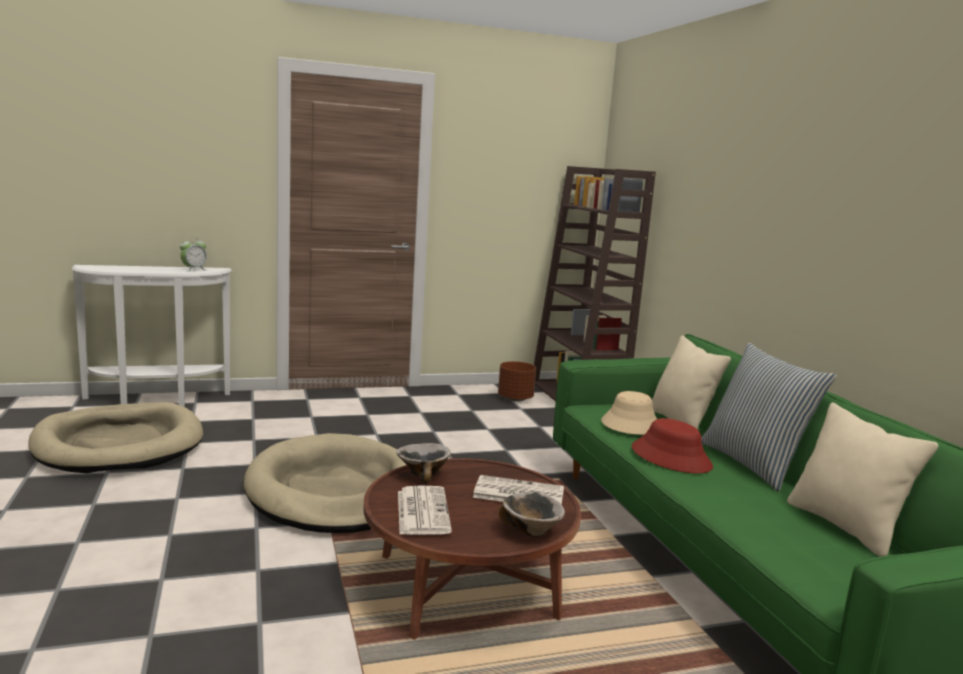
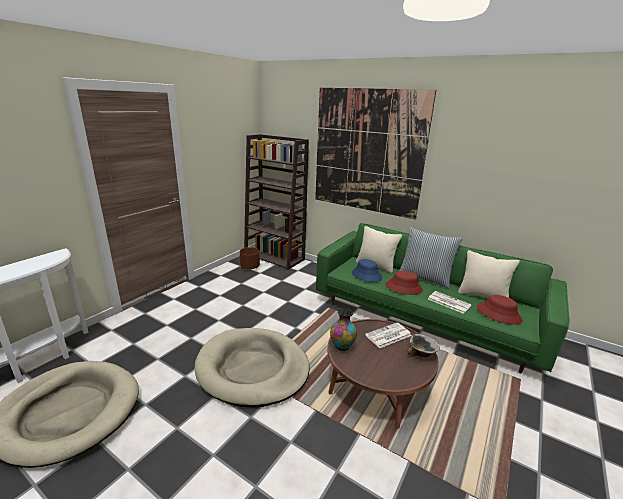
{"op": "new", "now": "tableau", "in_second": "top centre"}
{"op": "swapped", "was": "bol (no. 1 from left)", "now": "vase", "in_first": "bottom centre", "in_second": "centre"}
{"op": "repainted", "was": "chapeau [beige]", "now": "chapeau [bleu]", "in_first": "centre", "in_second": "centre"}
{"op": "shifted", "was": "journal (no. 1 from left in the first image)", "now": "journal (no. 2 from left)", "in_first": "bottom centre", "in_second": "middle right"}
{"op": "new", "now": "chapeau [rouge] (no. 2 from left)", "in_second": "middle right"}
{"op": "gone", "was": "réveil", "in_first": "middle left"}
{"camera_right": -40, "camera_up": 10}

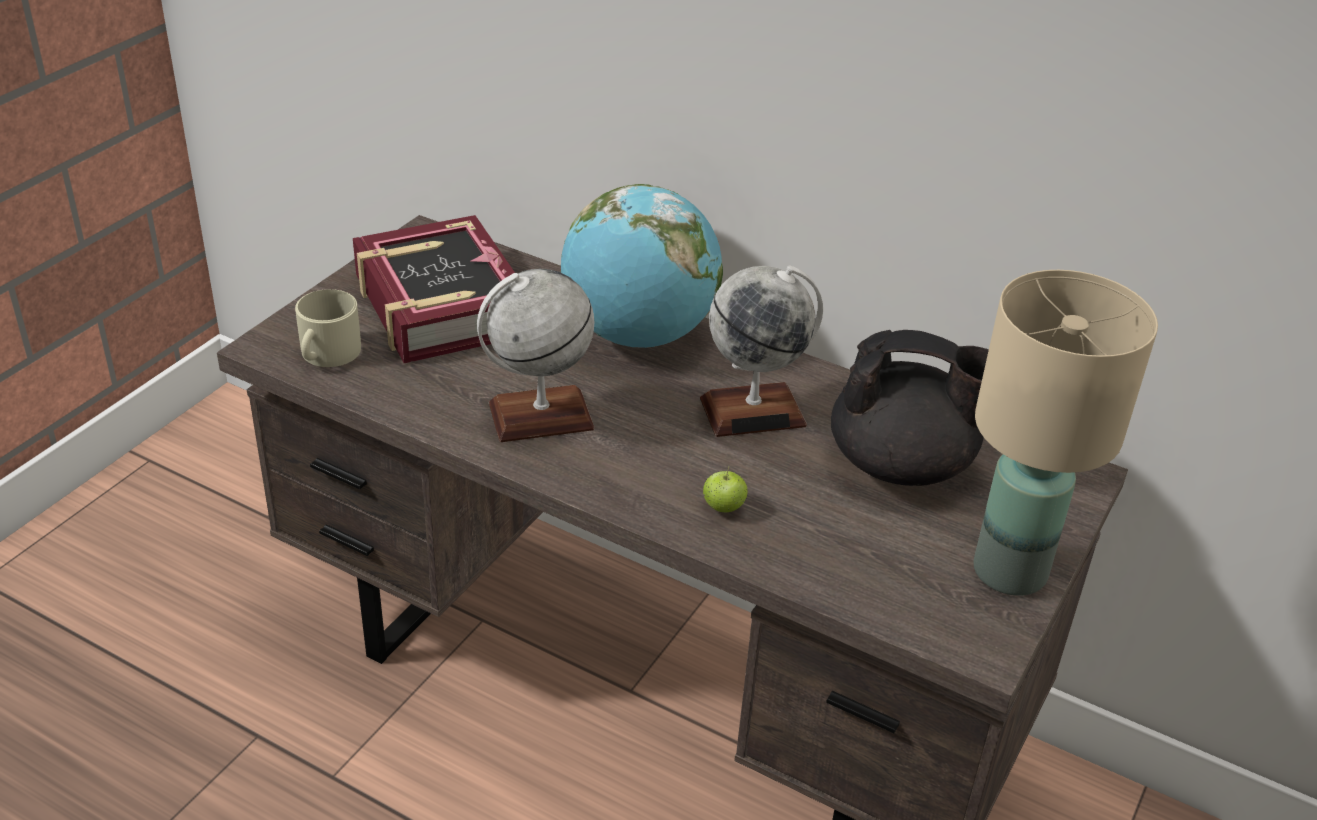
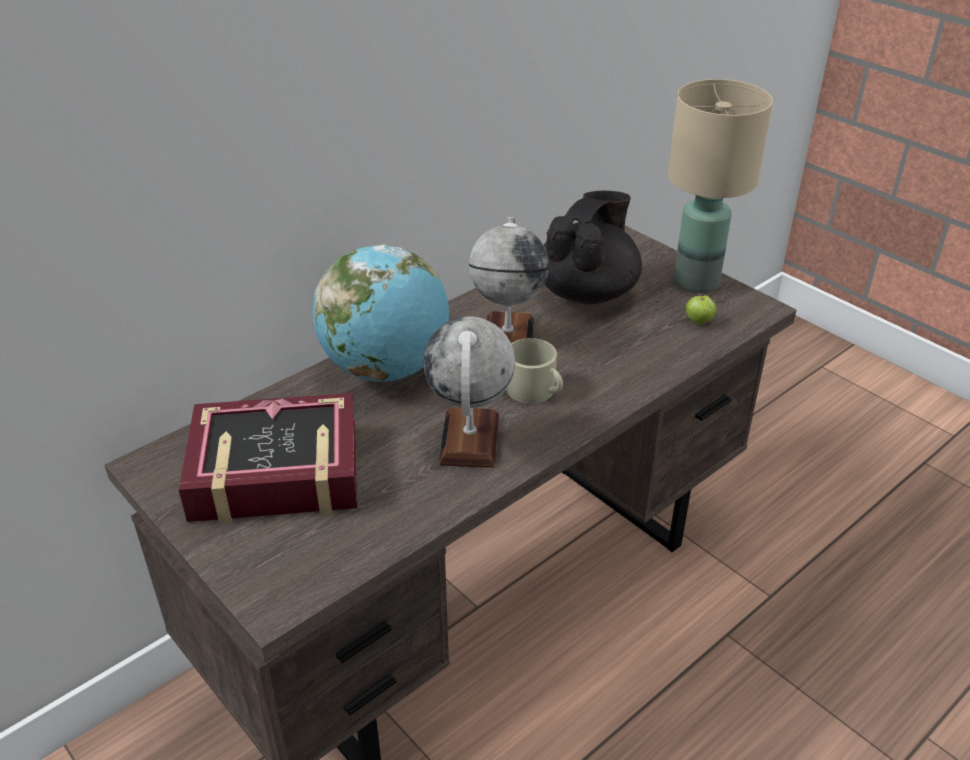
{"op": "shifted", "was": "mug [beige]", "in_first": "middle left", "in_second": "centre"}
{"op": "shifted", "was": "pomme", "in_first": "centre", "in_second": "middle right"}
{"camera_right": -70, "camera_up": 0}

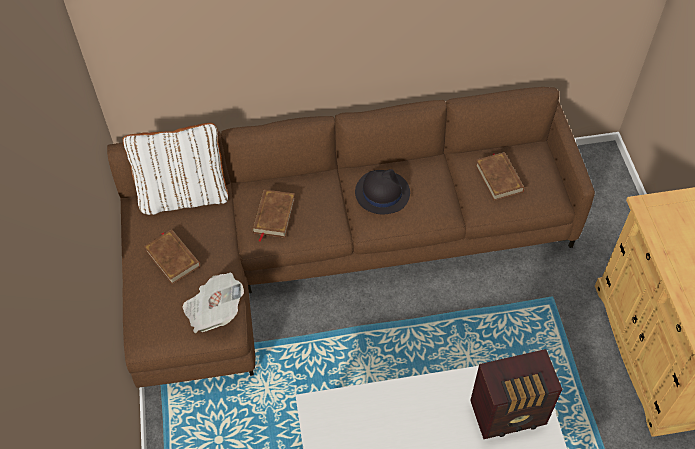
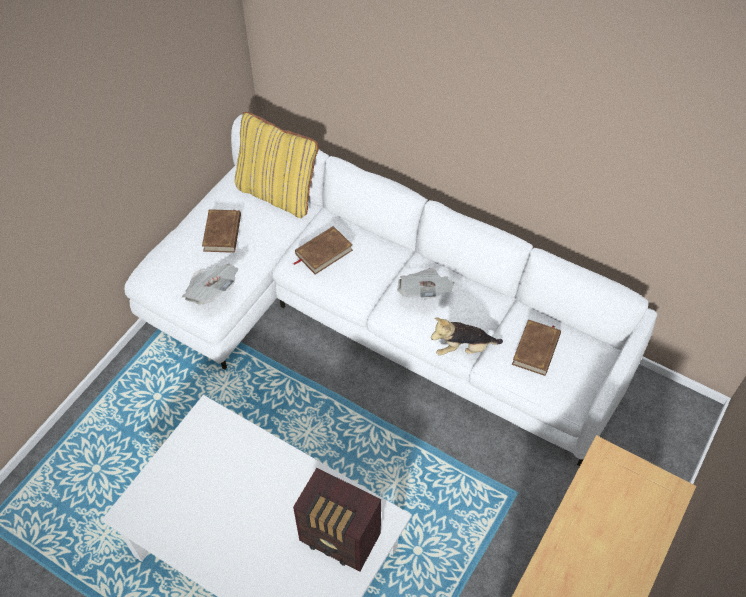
{"op": "repainted", "was": "canapé [marron]", "now": "canapé [blanc]", "in_first": "centre", "in_second": "centre"}
{"op": "repainted", "was": "coussin [blanc]", "now": "coussin [jaune]", "in_first": "middle left", "in_second": "top centre"}
{"op": "swapped", "was": "chapeau [noir]", "now": "journal (no. 2 from left)", "in_first": "centre", "in_second": "centre"}
{"op": "new", "now": "peluche", "in_second": "centre"}
{"camera_right": 40, "camera_up": 0}

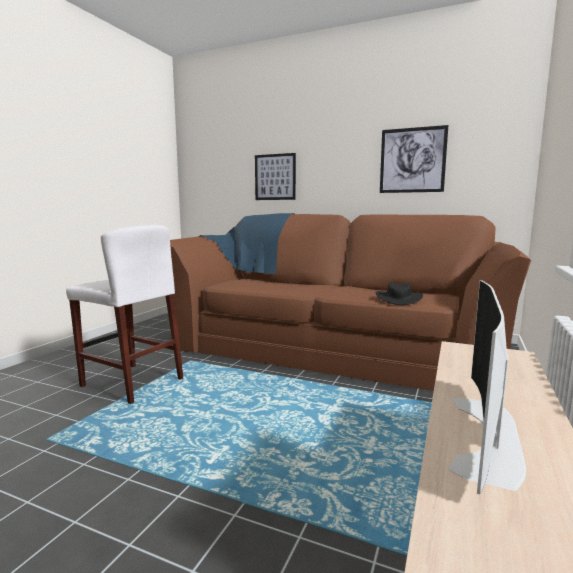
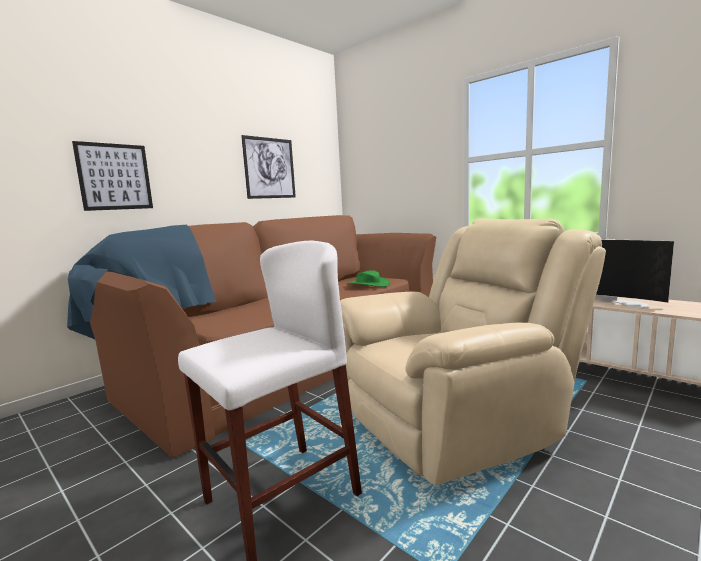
{"op": "new", "now": "fauteuil [beige]", "in_second": "middle right"}
{"op": "repainted", "was": "chapeau [noir]", "now": "chapeau [vert]", "in_first": "middle right", "in_second": "centre"}
{"camera_right": -70, "camera_up": 0}

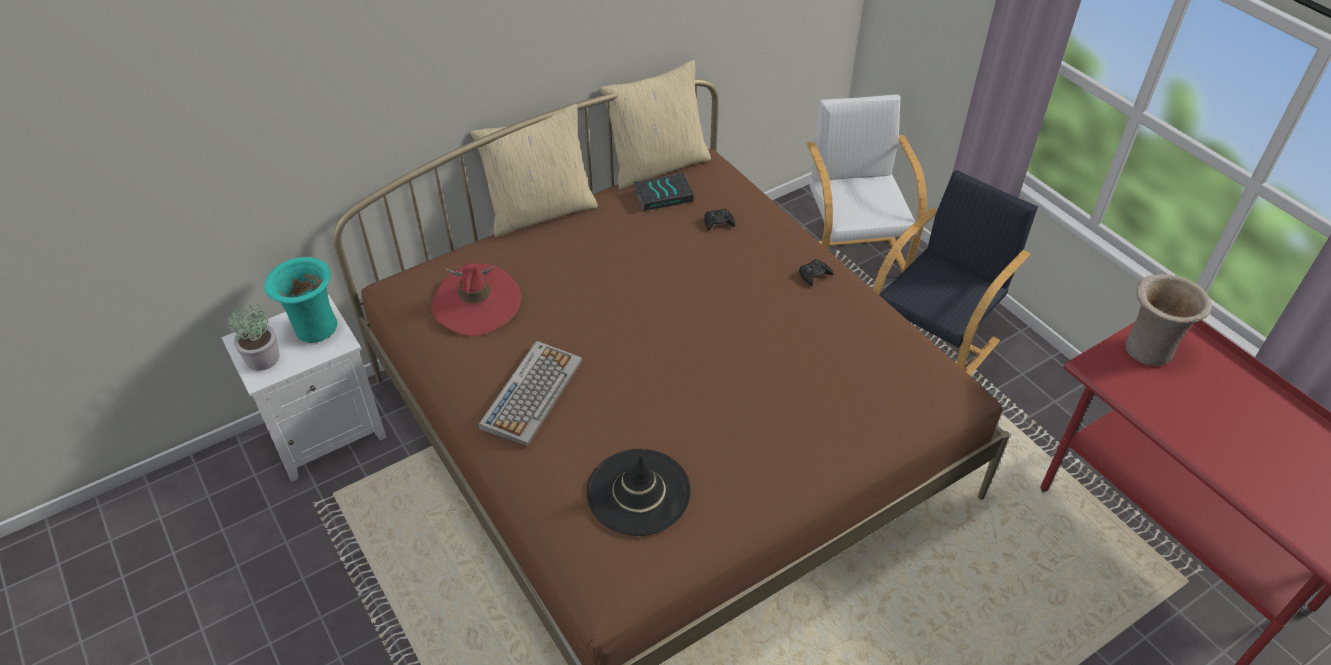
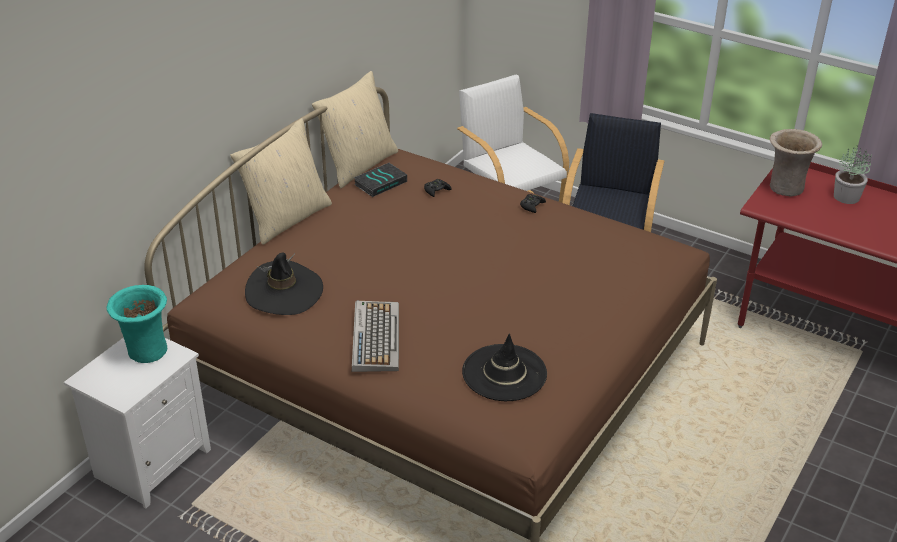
{"op": "repainted", "was": "chapeau [rouge]", "now": "chapeau [noir] (no. 1 from left)", "in_first": "centre", "in_second": "middle left"}
{"op": "shifted", "was": "plante en pot", "in_first": "middle left", "in_second": "top right"}
{"camera_right": -25, "camera_up": -10}

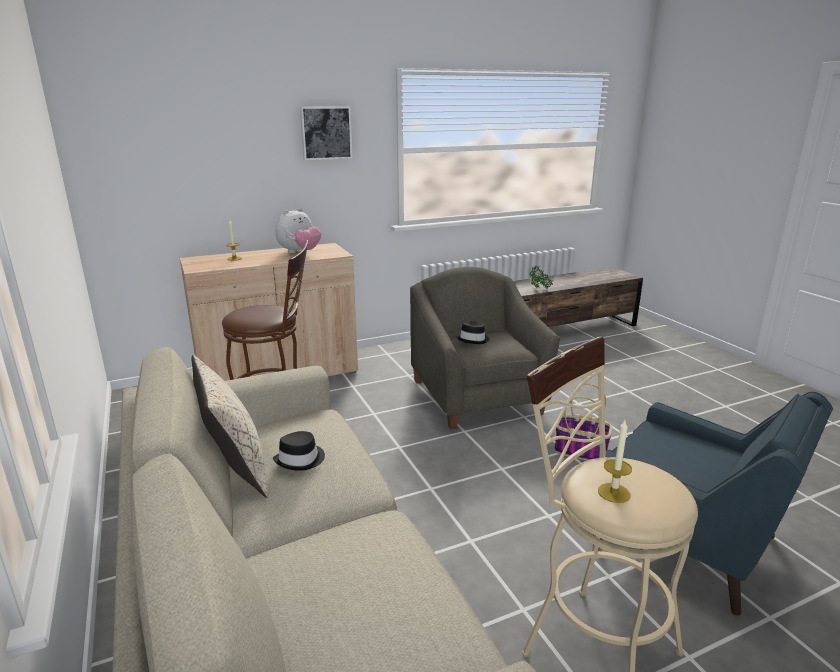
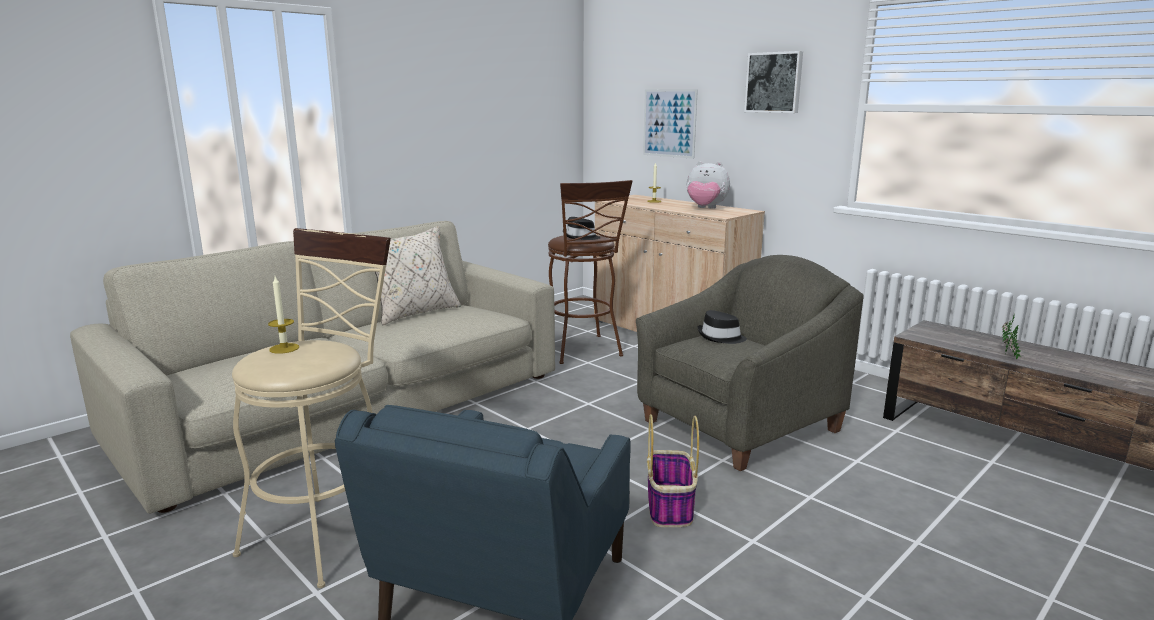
{"op": "shifted", "was": "chapeau [noir] (no. 1 from left)", "in_first": "bottom centre", "in_second": "centre"}
{"op": "new", "now": "tableau (no. 1 from left)", "in_second": "top centre"}
{"camera_right": 70, "camera_up": -5}

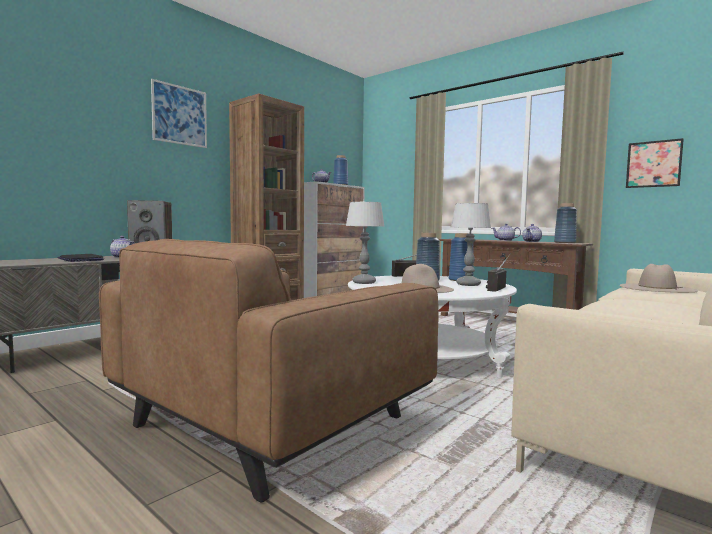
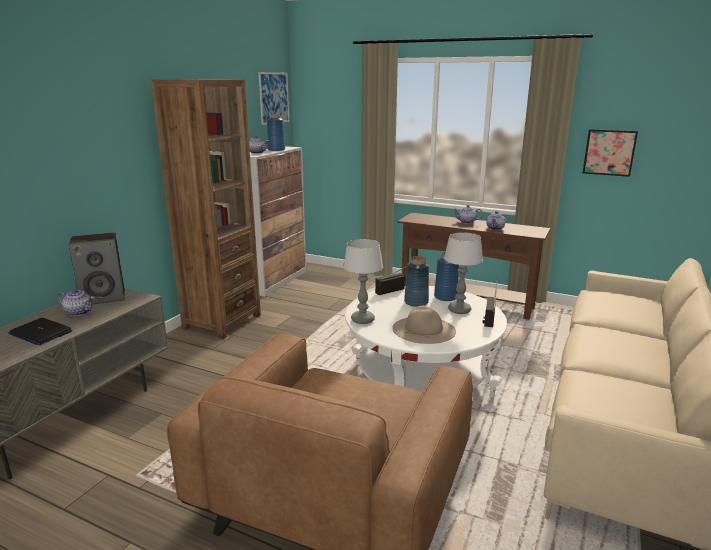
{"op": "shifted", "was": "tableau (no. 1 from left)", "in_first": "top left", "in_second": "top centre"}
{"op": "gone", "was": "vase [bleu] (no. 4 from left)", "in_first": "middle right"}
{"op": "gone", "was": "chapeau [beige] (no. 2 from left)", "in_first": "middle right"}
{"camera_right": -15, "camera_up": 15}

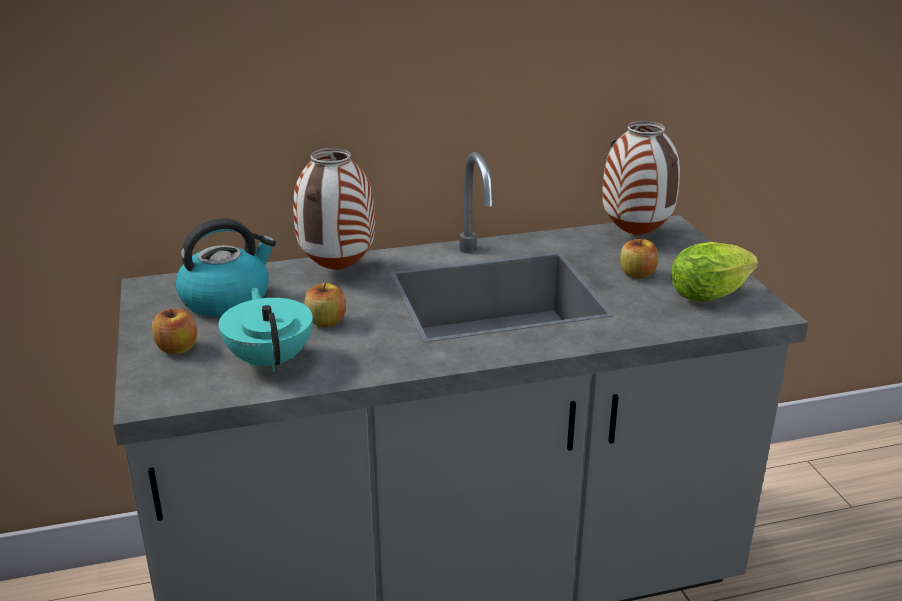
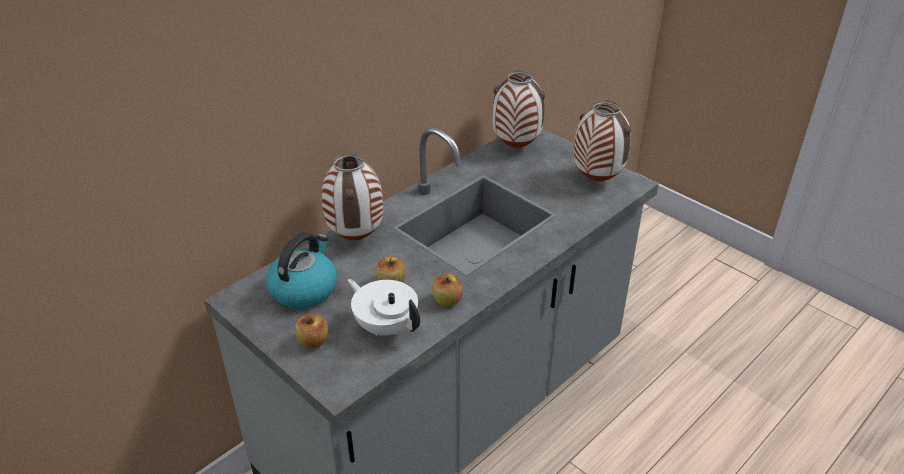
{"op": "repainted", "was": "théière [turquoise]", "now": "théière [blanc]", "in_first": "middle left", "in_second": "centre"}
{"op": "shifted", "was": "pomme (no. 3 from left)", "in_first": "middle right", "in_second": "centre"}
{"op": "swapped", "was": "laitue", "now": "vase (no. 3 from left)", "in_first": "middle right", "in_second": "top centre"}
{"camera_right": -30, "camera_up": 10}

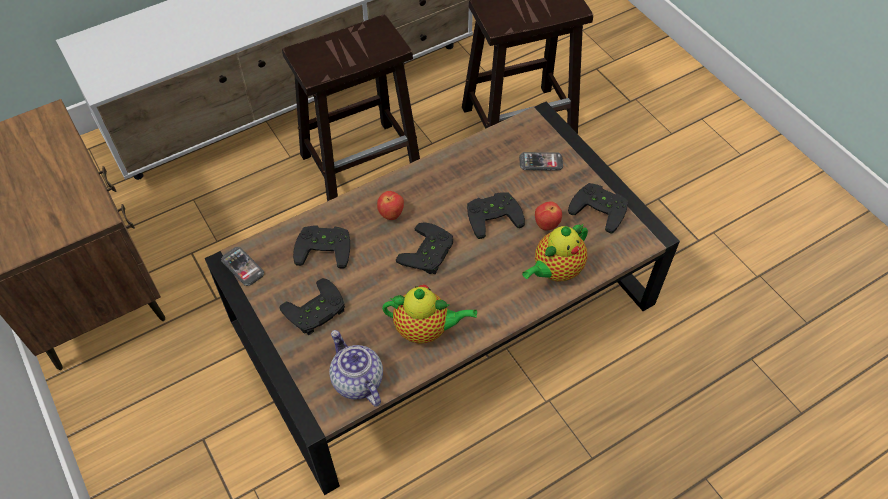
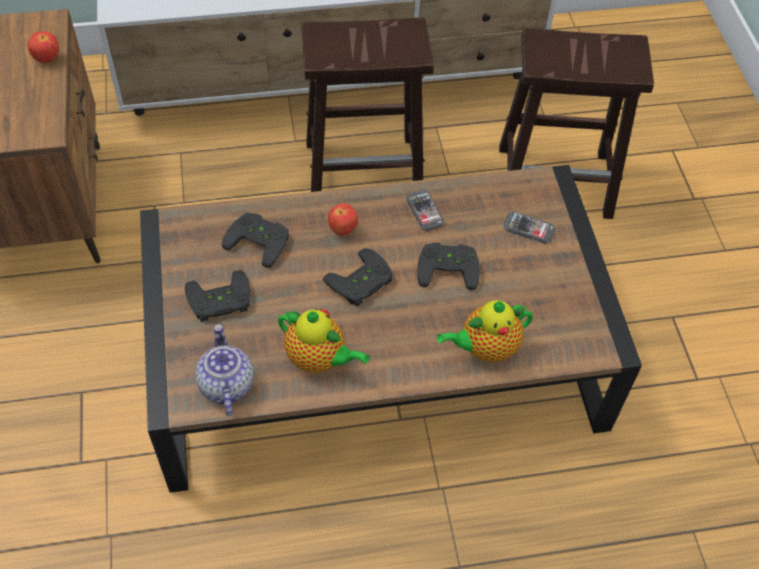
{"op": "shifted", "was": "pomme (no. 2 from left in the first image)", "now": "pomme (no. 1 from left)", "in_first": "centre", "in_second": "top left"}
{"op": "shifted", "was": "téléphone (no. 1 from left)", "in_first": "middle left", "in_second": "centre"}
{"op": "gone", "was": "manette [noir] (no. 5 from left)", "in_first": "middle right"}
{"camera_right": 20, "camera_up": 0}

